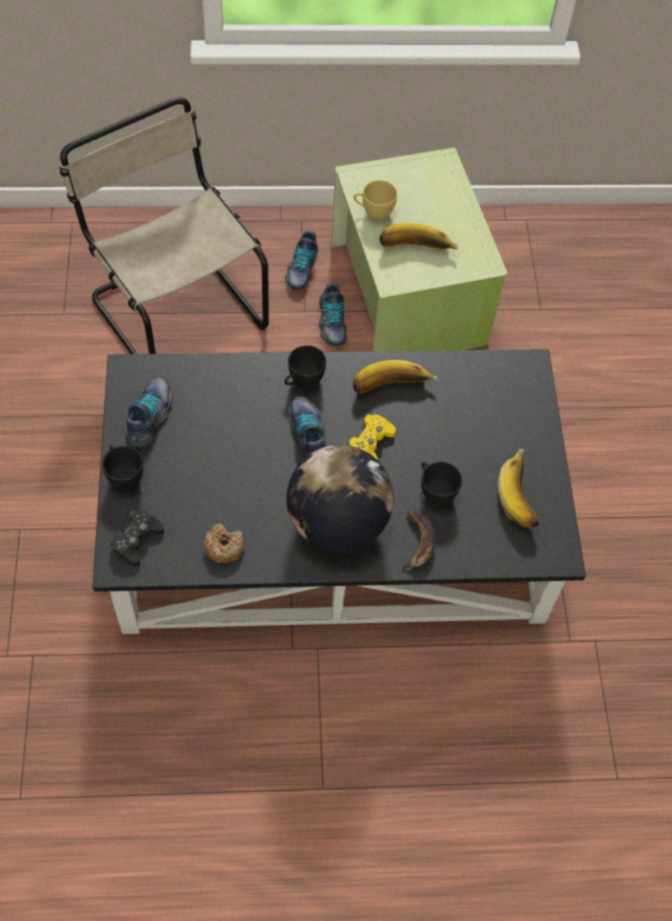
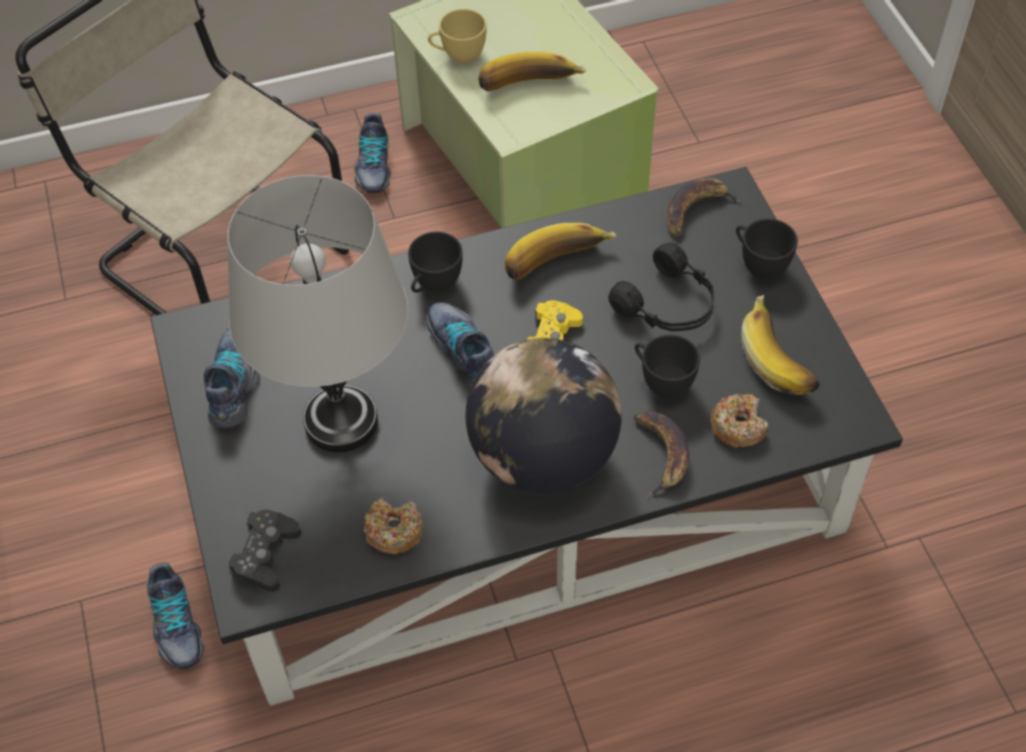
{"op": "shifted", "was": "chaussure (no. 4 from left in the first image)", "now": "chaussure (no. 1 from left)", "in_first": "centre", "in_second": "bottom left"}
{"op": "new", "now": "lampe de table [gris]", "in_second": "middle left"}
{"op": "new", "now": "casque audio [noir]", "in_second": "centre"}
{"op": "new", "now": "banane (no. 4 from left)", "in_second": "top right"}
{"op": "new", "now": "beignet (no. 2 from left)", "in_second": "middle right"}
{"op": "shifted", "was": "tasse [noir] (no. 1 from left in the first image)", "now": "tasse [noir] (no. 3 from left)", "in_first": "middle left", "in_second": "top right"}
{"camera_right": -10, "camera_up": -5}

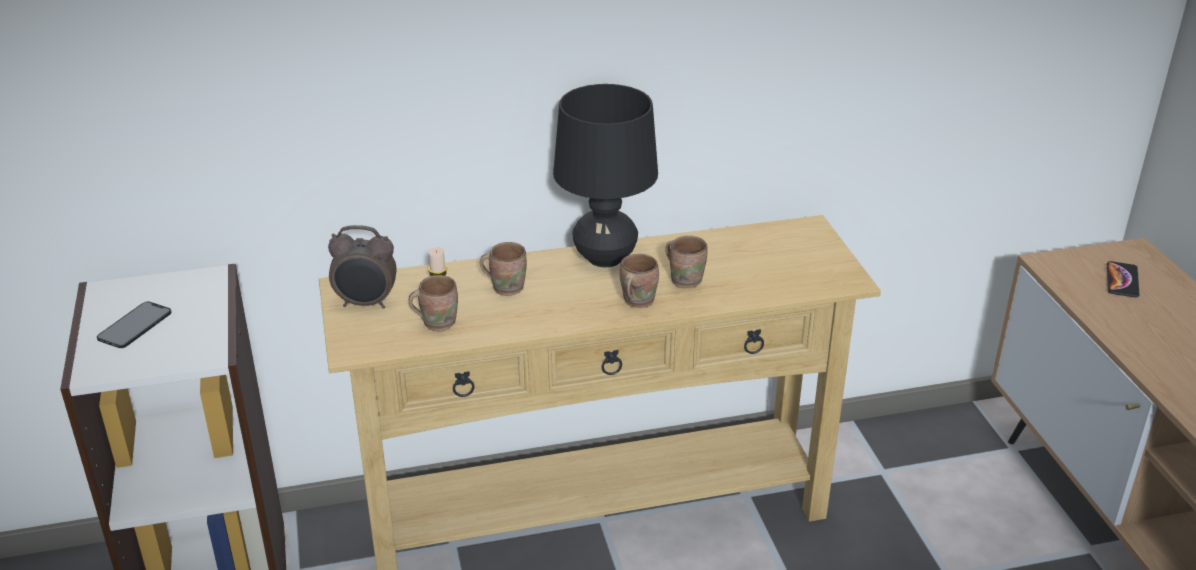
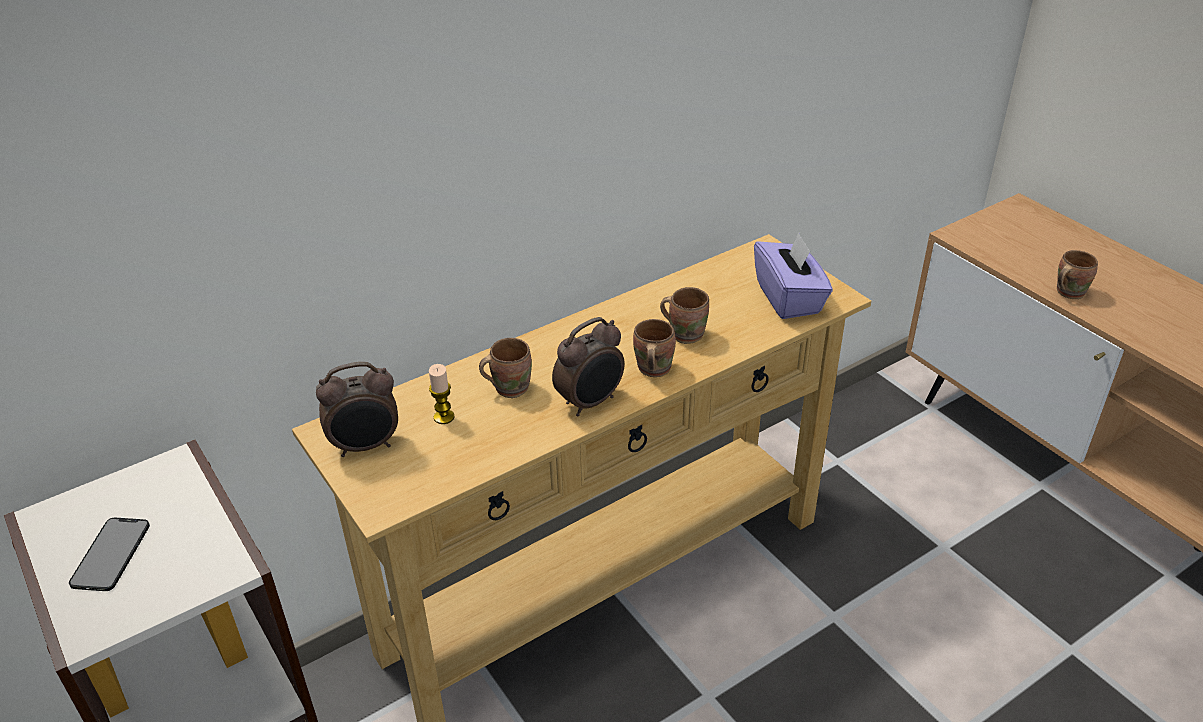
{"op": "new", "now": "réveil (no. 2 from left)", "in_second": "centre"}
{"op": "new", "now": "boîte à mouchoirs [violet]", "in_second": "centre"}
{"op": "shifted", "was": "mug [marron] (no. 1 from left in the first image)", "now": "mug [marron] (no. 4 from left)", "in_first": "centre", "in_second": "middle right"}
{"op": "gone", "was": "lampe de table [noir]", "in_first": "top centre"}
{"op": "gone", "was": "téléphone (no. 2 from left)", "in_first": "middle right"}
{"camera_right": -20, "camera_up": 5}

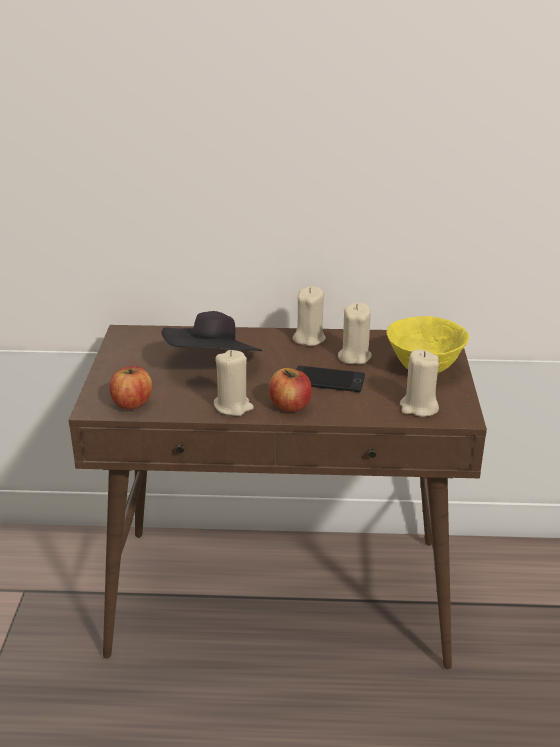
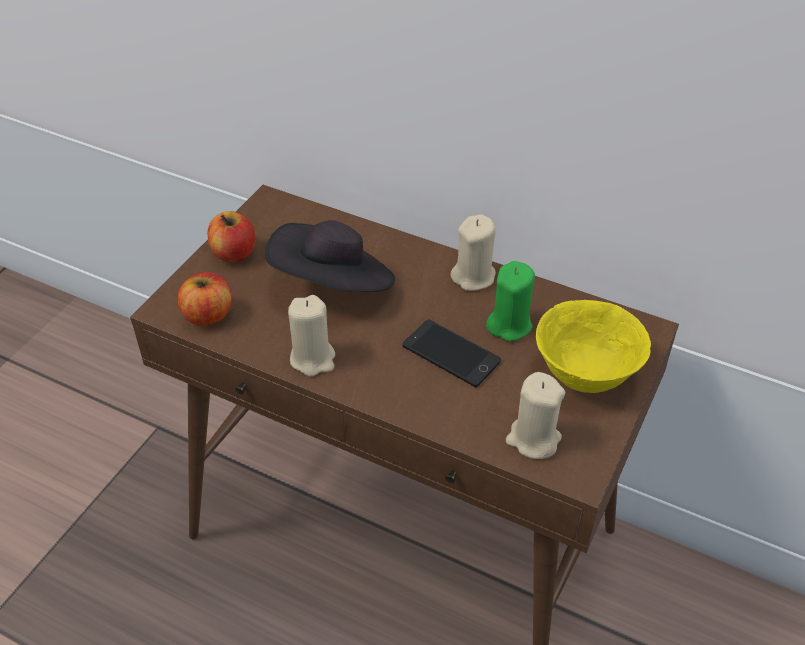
{"op": "shifted", "was": "pomme (no. 2 from left)", "in_first": "centre", "in_second": "middle left"}
{"op": "repainted", "was": "bougie [beige] (no. 3 from left)", "now": "bougie [vert]", "in_first": "centre", "in_second": "centre"}
{"camera_right": 25, "camera_up": 15}

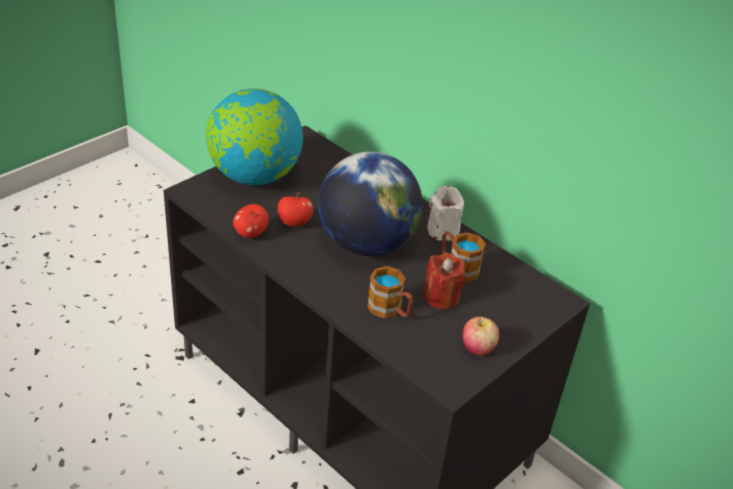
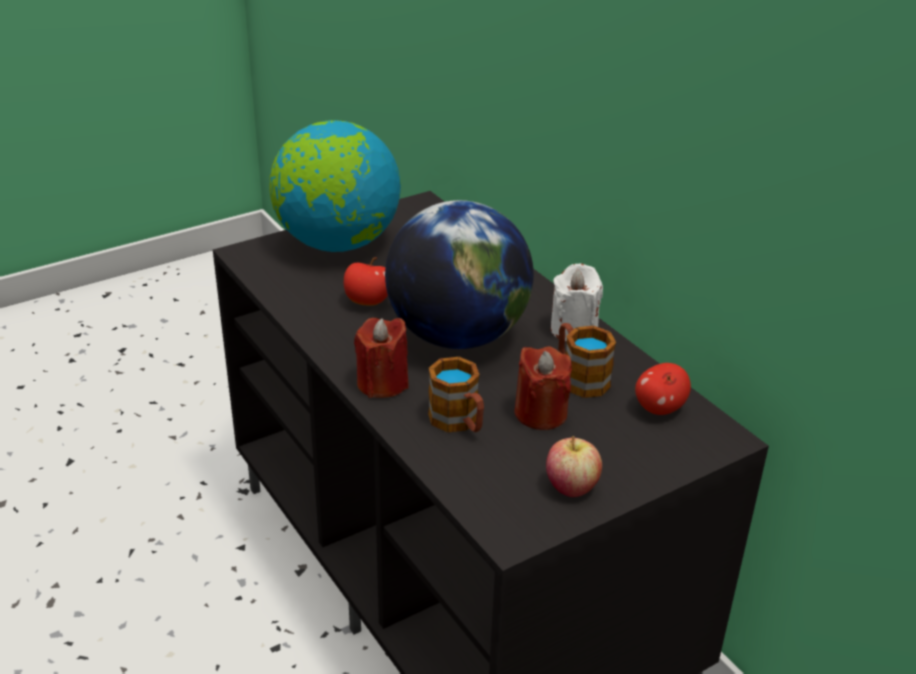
{"op": "new", "now": "bougie [rouge] (no. 1 from left)", "in_second": "centre"}
{"op": "shifted", "was": "pomme (no. 1 from left in the first image)", "now": "pomme (no. 3 from left)", "in_first": "centre", "in_second": "middle right"}
{"camera_right": 15, "camera_up": -5}

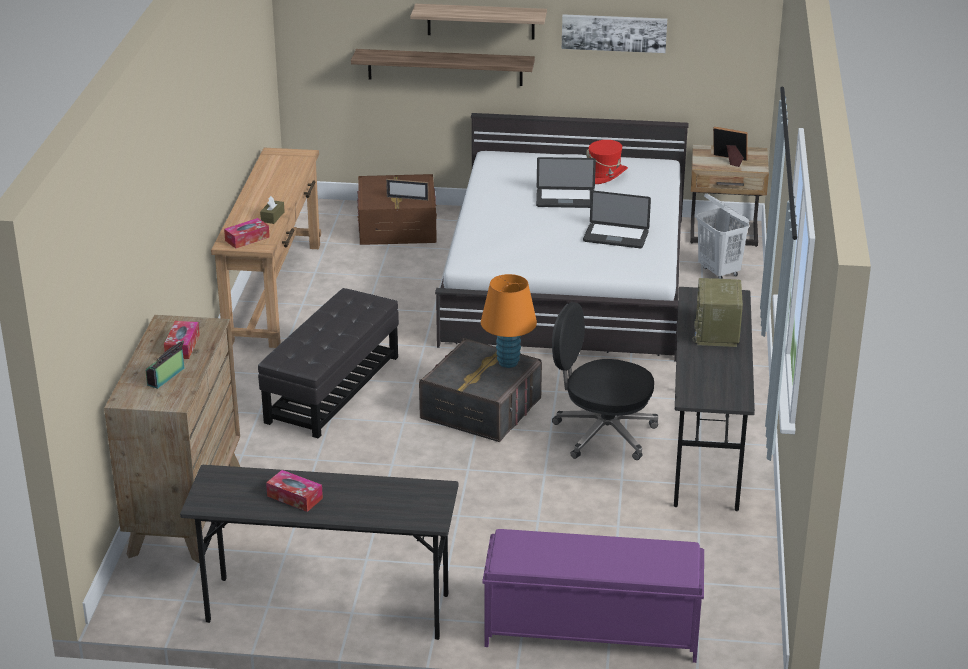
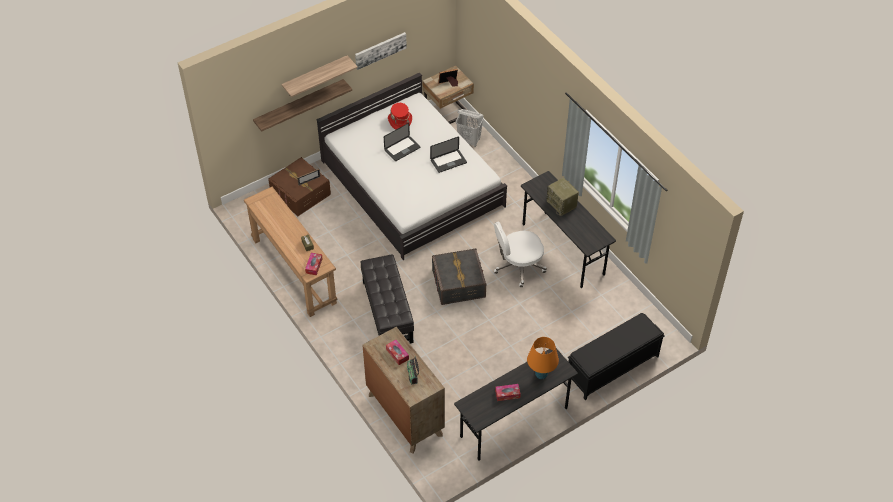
{"op": "repainted", "was": "chaise de bureau [noir]", "now": "chaise de bureau [blanc]", "in_first": "centre", "in_second": "centre"}
{"op": "shifted", "was": "lampe de table [orange]", "in_first": "centre", "in_second": "bottom centre"}
{"op": "repainted", "was": "banc [violet]", "now": "banc [noir]", "in_first": "bottom centre", "in_second": "bottom right"}
{"camera_right": -40, "camera_up": 20}

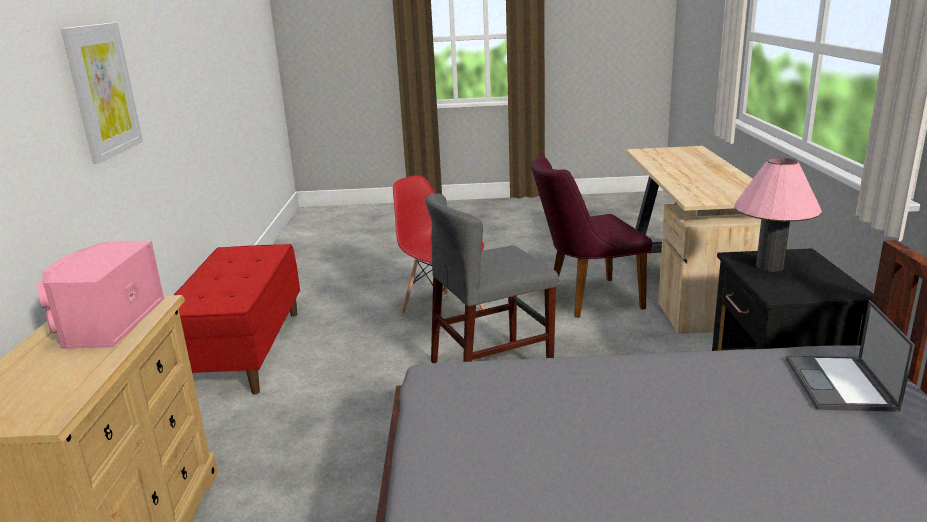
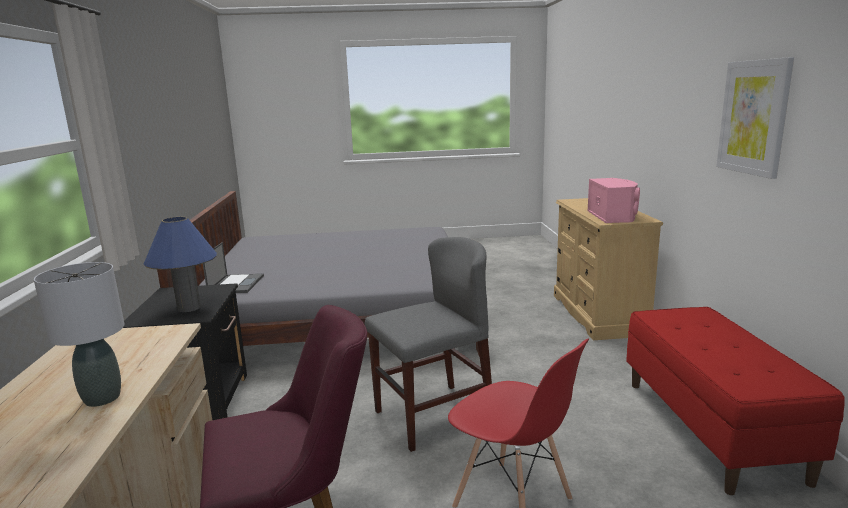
{"op": "new", "now": "lampe de table [gris]", "in_second": "middle left"}
{"op": "repainted", "was": "lampe de table [rose]", "now": "lampe de table [bleu]", "in_first": "middle right", "in_second": "middle left"}
{"camera_right": 175, "camera_up": -5}

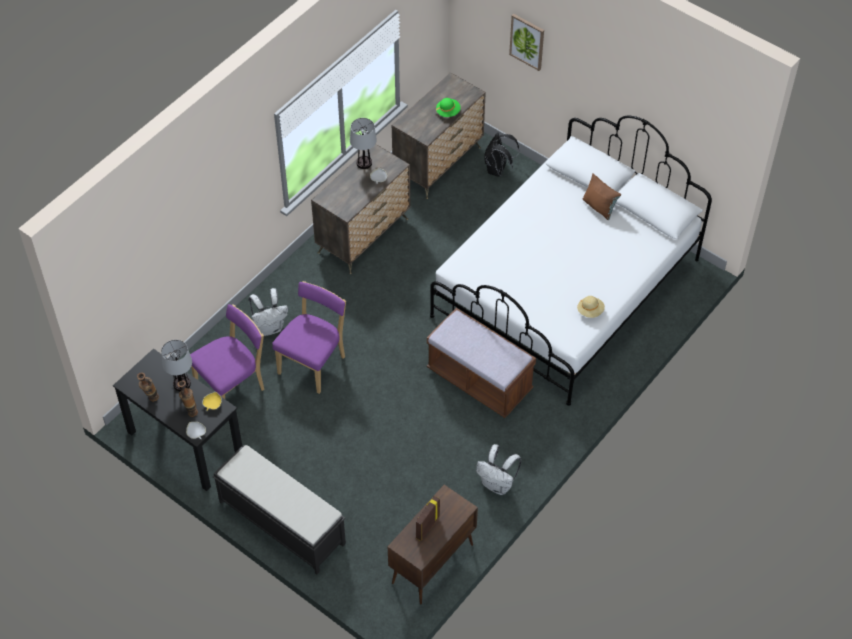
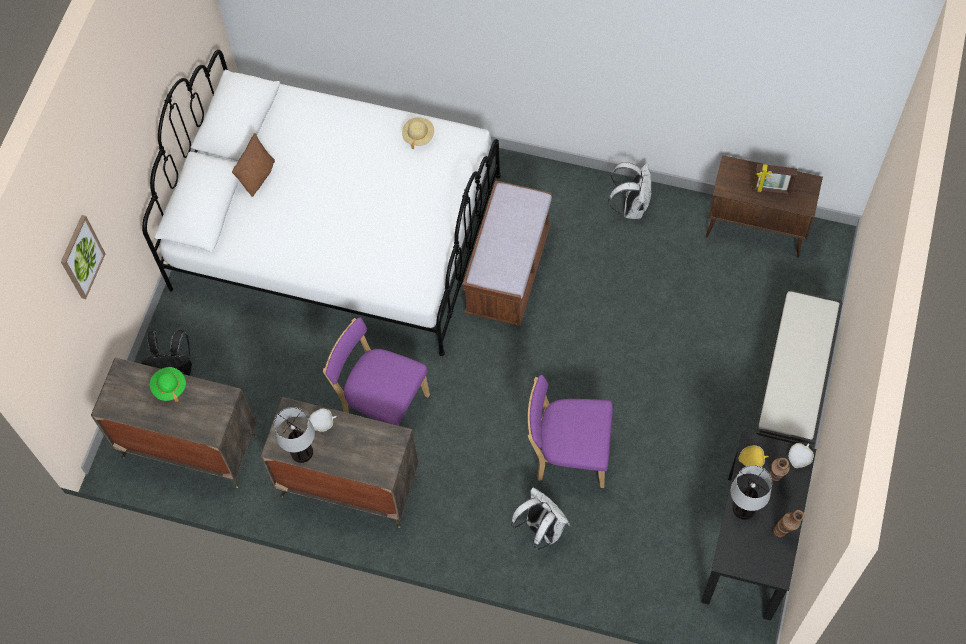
{"op": "shifted", "was": "chaise [violet] (no. 1 from left)", "in_first": "middle left", "in_second": "centre"}
{"camera_right": -110, "camera_up": 10}

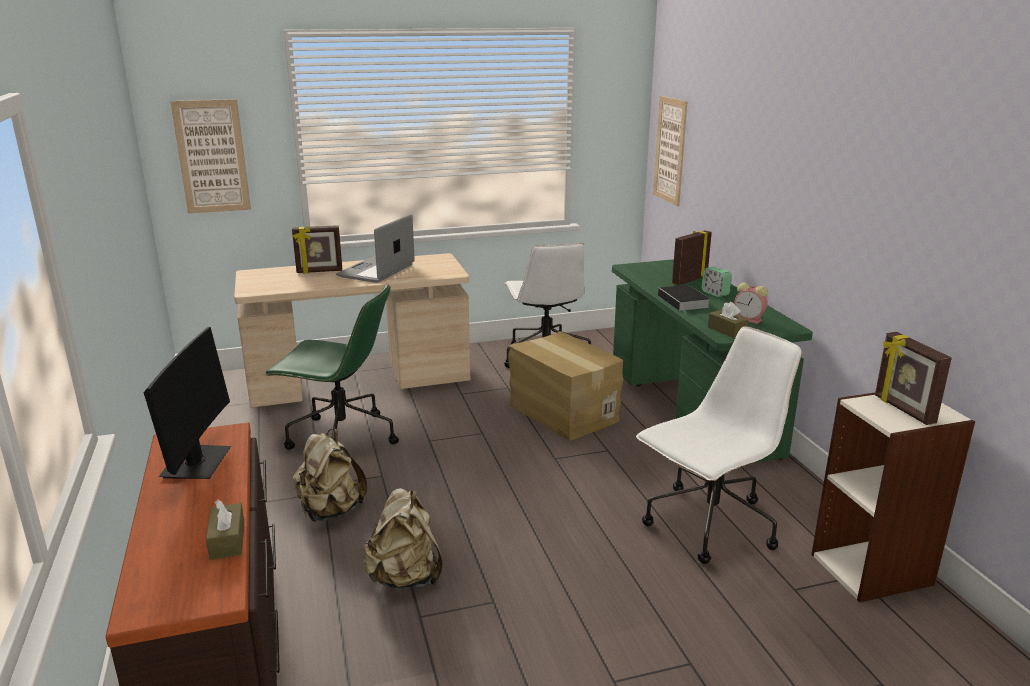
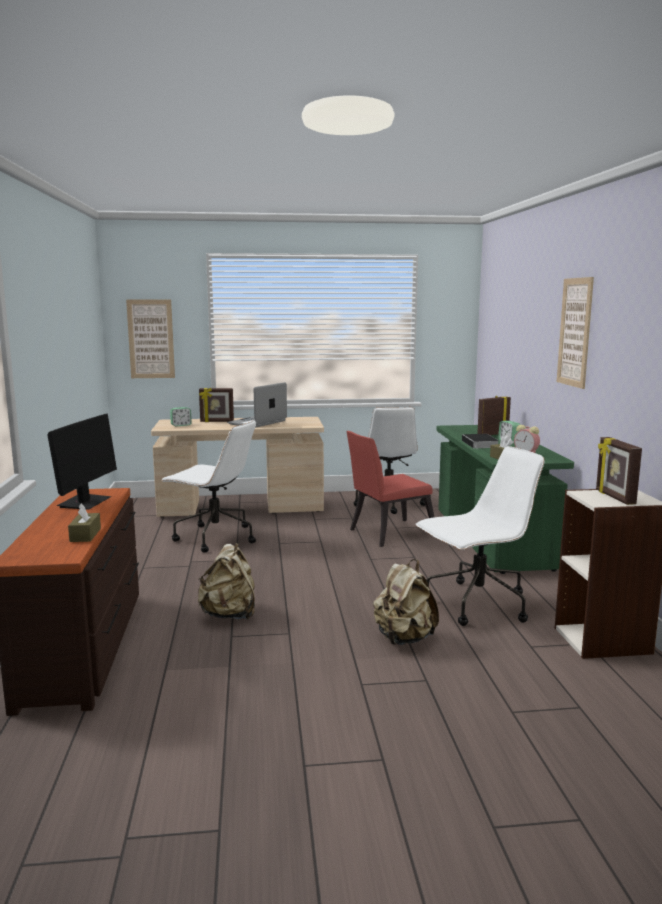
{"op": "repainted", "was": "chaise de bureau [vert]", "now": "chaise de bureau [blanc] (no. 1 from left)", "in_first": "middle left", "in_second": "middle left"}
{"op": "new", "now": "réveil (no. 1 from left)", "in_second": "middle left"}
{"op": "swapped", "was": "carton", "now": "chaise [rouge]", "in_first": "centre", "in_second": "centre"}
{"op": "shifted", "was": "sac à dos [beige] (no. 1 from left in the first image)", "now": "sac à dos [beige] (no. 2 from left)", "in_first": "bottom left", "in_second": "centre"}
{"op": "shifted", "was": "tableau (no. 2 from left)", "in_first": "top centre", "in_second": "middle right"}
{"camera_right": 10, "camera_up": -10}

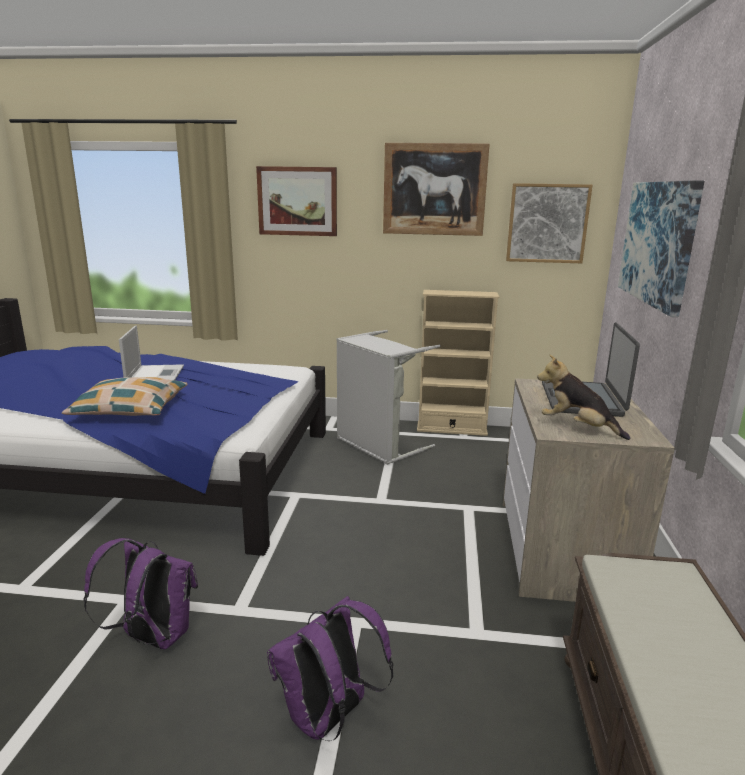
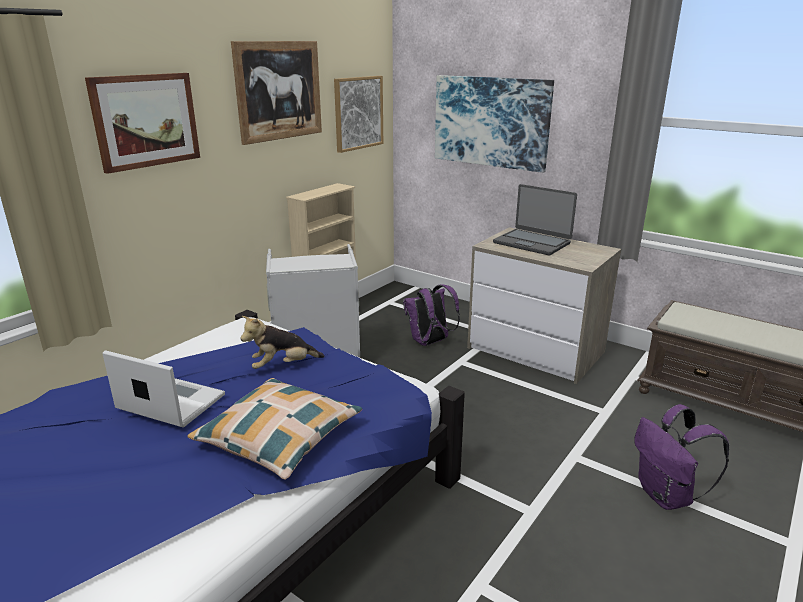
{"op": "shifted", "was": "peluche", "in_first": "middle right", "in_second": "centre"}
{"op": "shifted", "was": "sac à dos [violet] (no. 1 from left)", "in_first": "bottom left", "in_second": "centre"}
{"camera_right": -60, "camera_up": 5}

